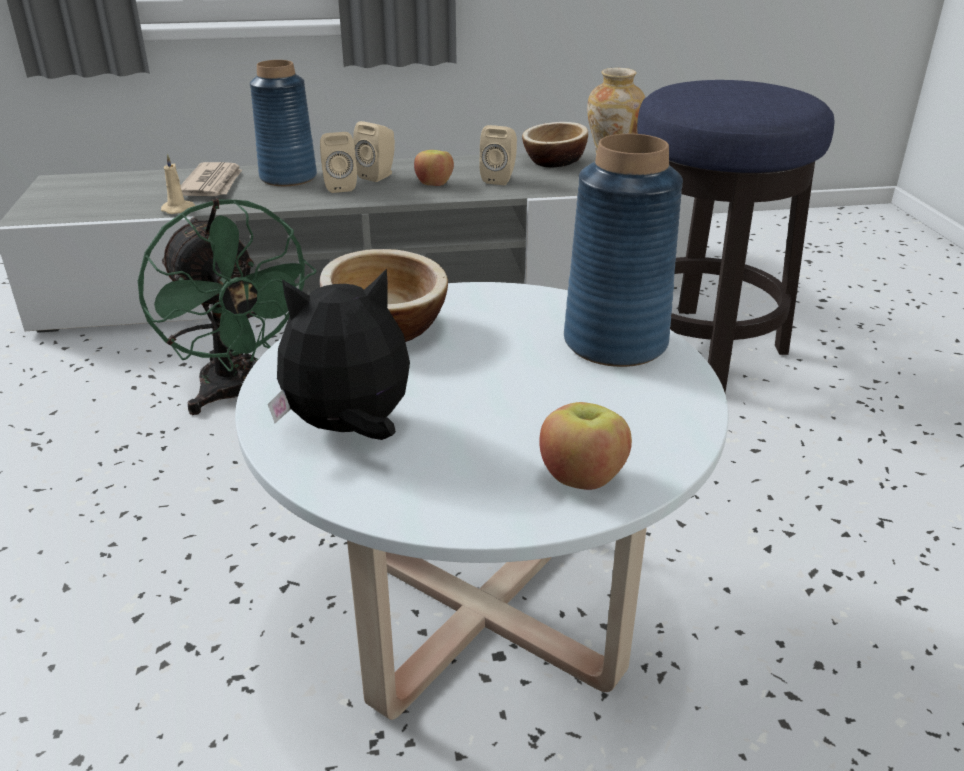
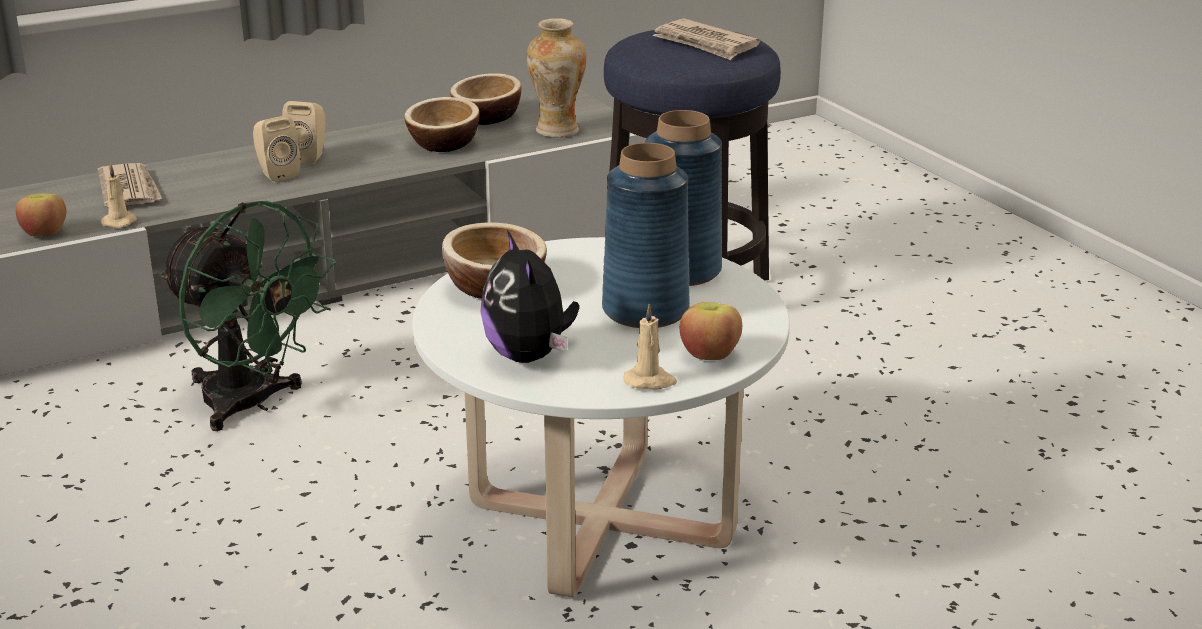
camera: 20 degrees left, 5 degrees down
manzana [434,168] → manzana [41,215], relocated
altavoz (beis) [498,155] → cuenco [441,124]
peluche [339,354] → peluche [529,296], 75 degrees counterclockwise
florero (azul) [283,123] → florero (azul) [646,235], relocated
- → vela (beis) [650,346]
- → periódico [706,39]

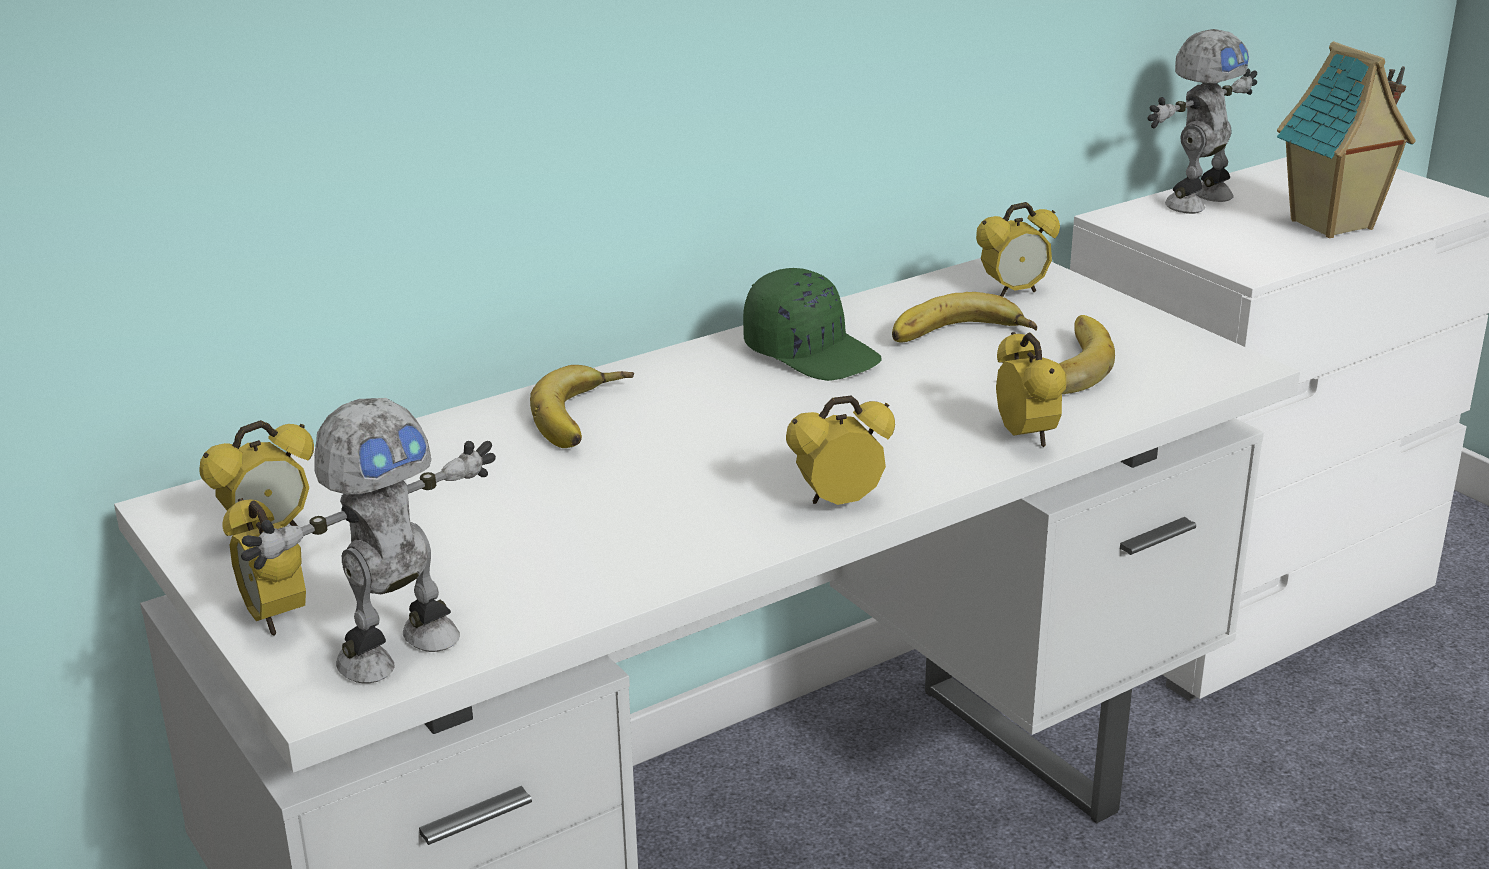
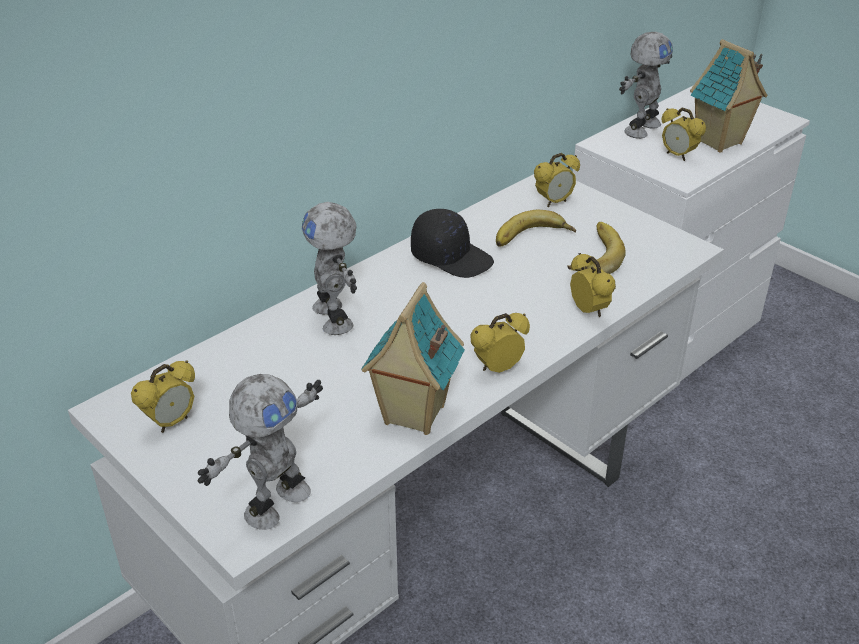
camera: 10 degrees left, 10 degrees up
plátano [582,406] → robot de juguete [329,268]
- → casita [413,358]
gorra (verde) [812,324] → gorra (negro) [452,243]
despertador [264,567] → despertador [684,134], relocated

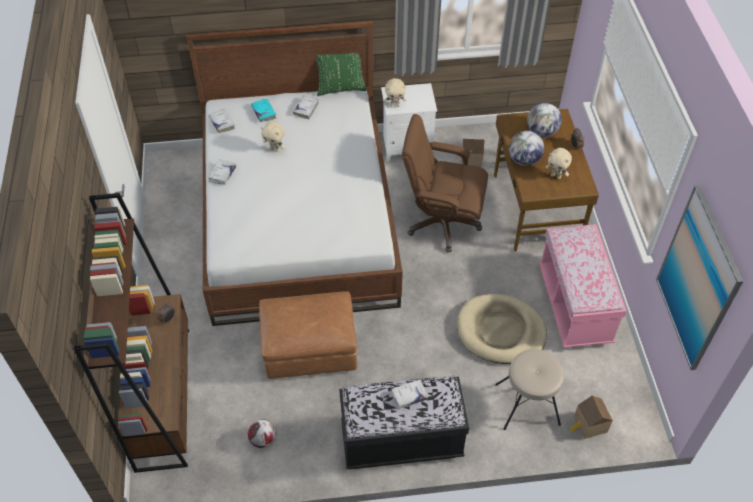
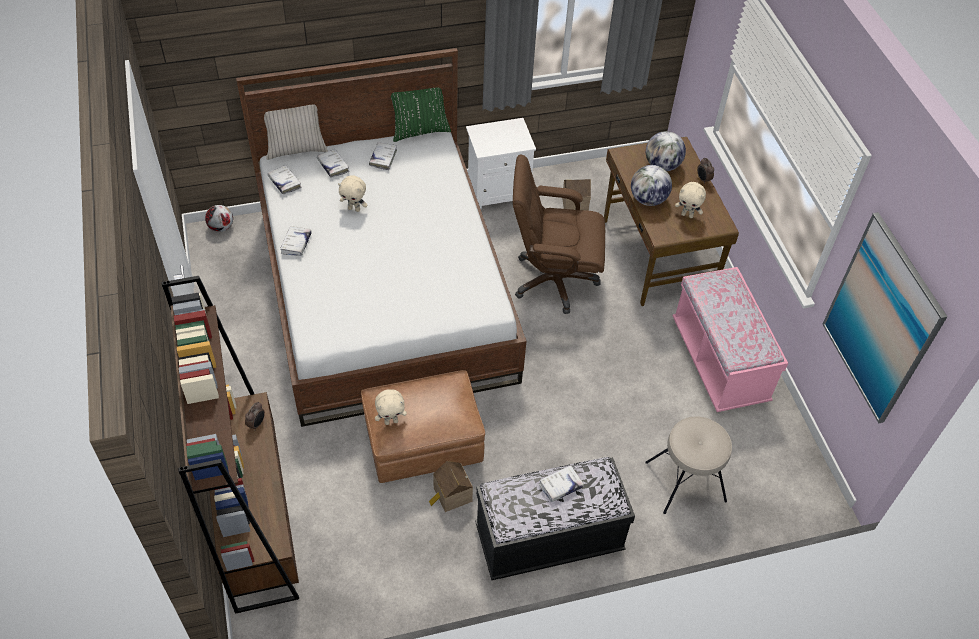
camera: 10 degrees left, 0 degrees up
balón de fútbol [262,433] → balón de fútbol [219,218], relocated
- → cojín (beis) [296,132]
libro (turquesa) [263,110] → libro (blanco) [333,163]
peluche (beis) [395,93] → peluche (beis) [391,407], relocated
casita [591,417] → casita [451,486], relocated
cama para perro (beis) [502,329] → -

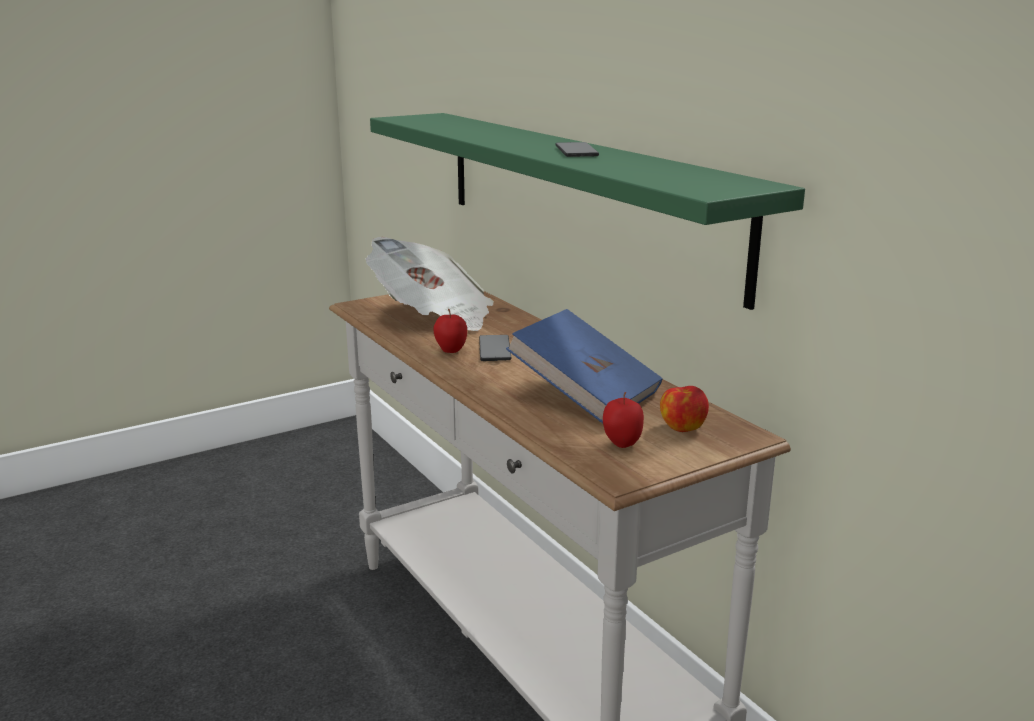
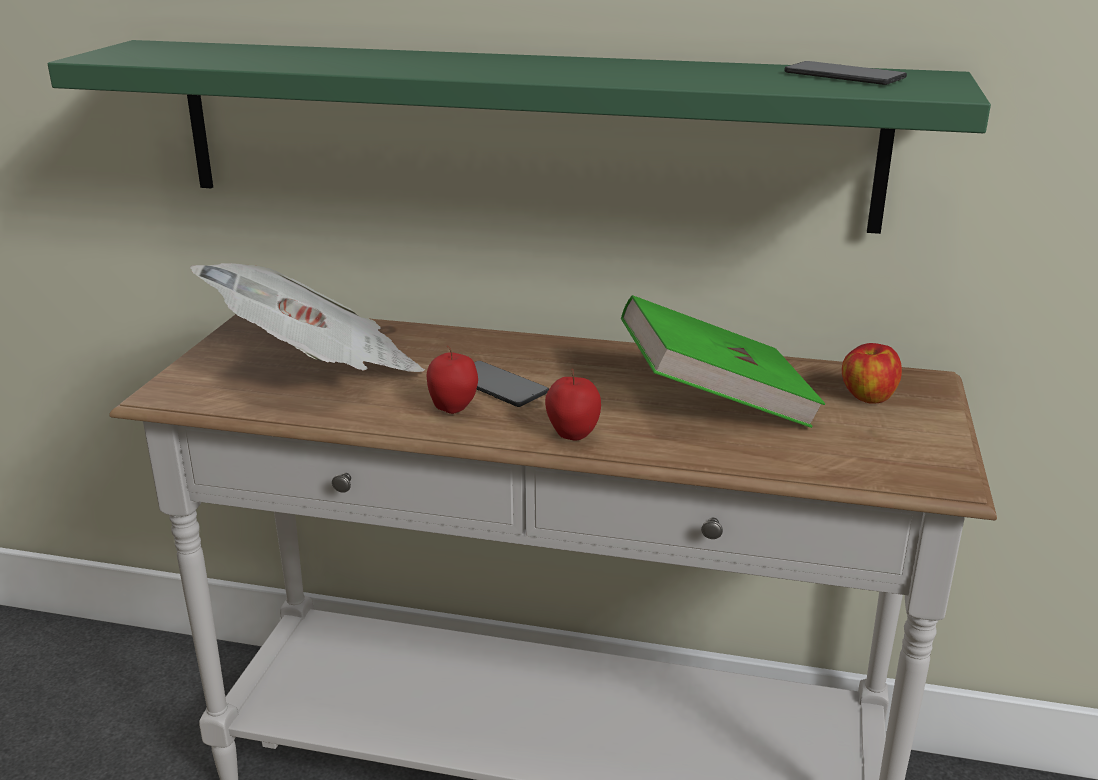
camera: 45 degrees left, 5 degrees up
manzana [623,420] → manzana [573,405], relocated
libro (azul) [584,366] → libro (verde) [723,361]
móvil [577,149] → móvil [845,73], relocated

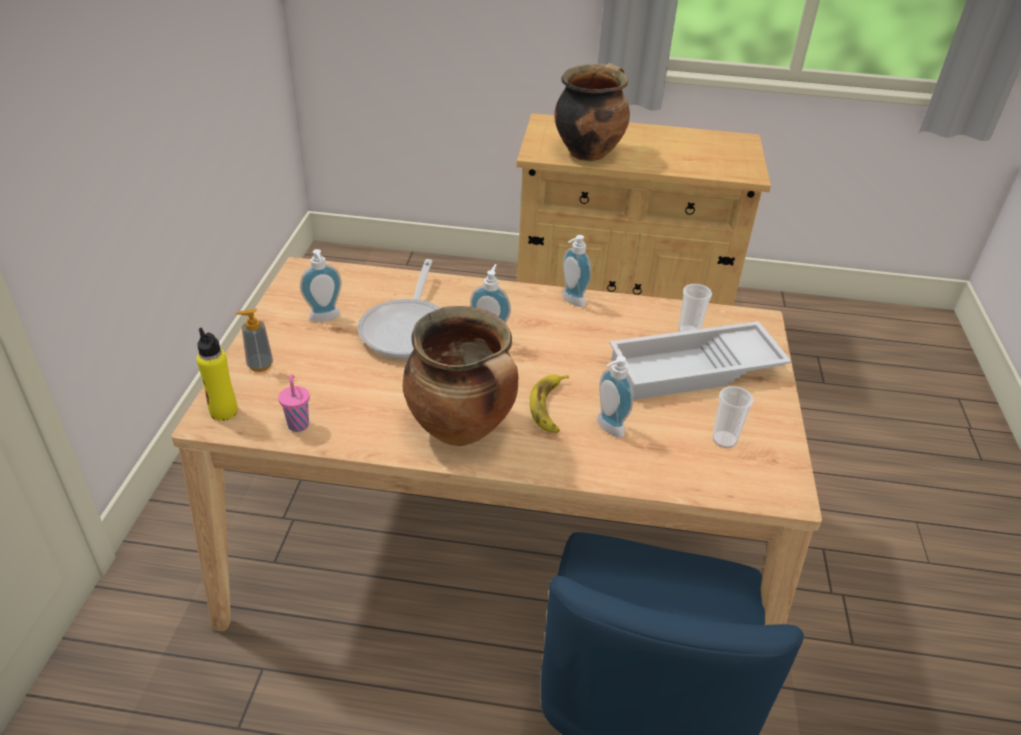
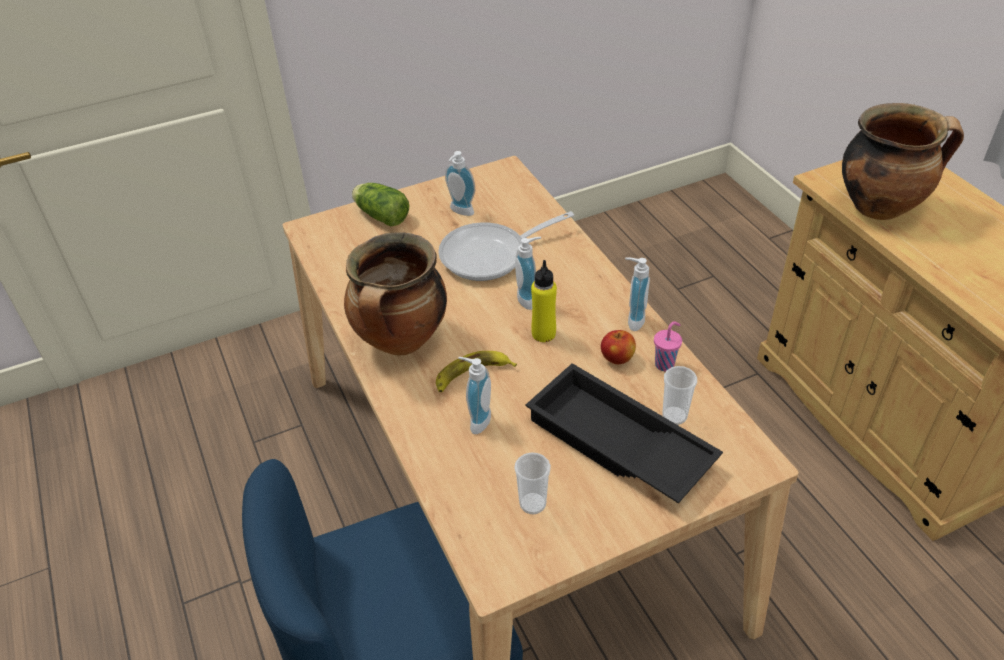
camera: 60 degrees right, 5 degrees up
dispensador de jabón [254,340] → lechuga [380,204]
bandeja (blanco) [700,360] → bandeja (negro) [624,433]
botella (amarillo) [217,374] → botella (amarillo) [544,301], relocated
- → manzana [618,347]
taza (rosa) [294,403] → taza (rosa) [668,346], relocated

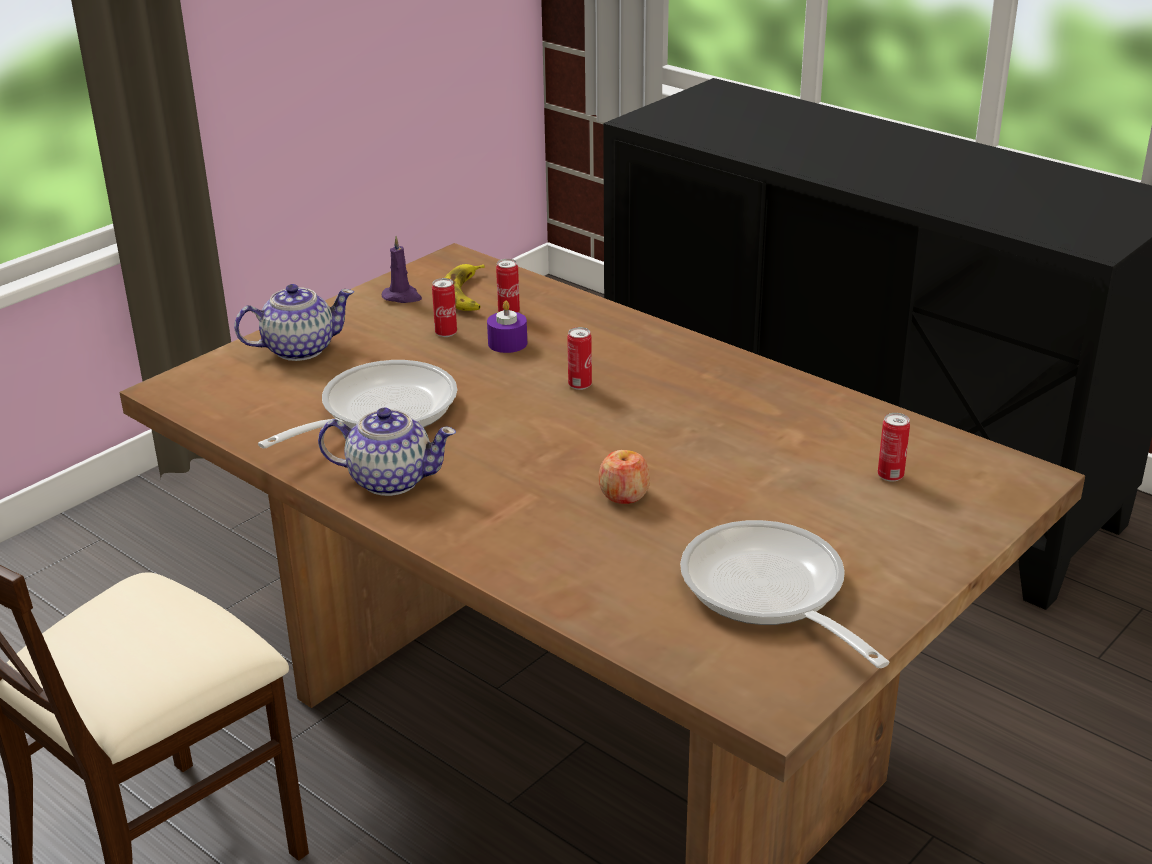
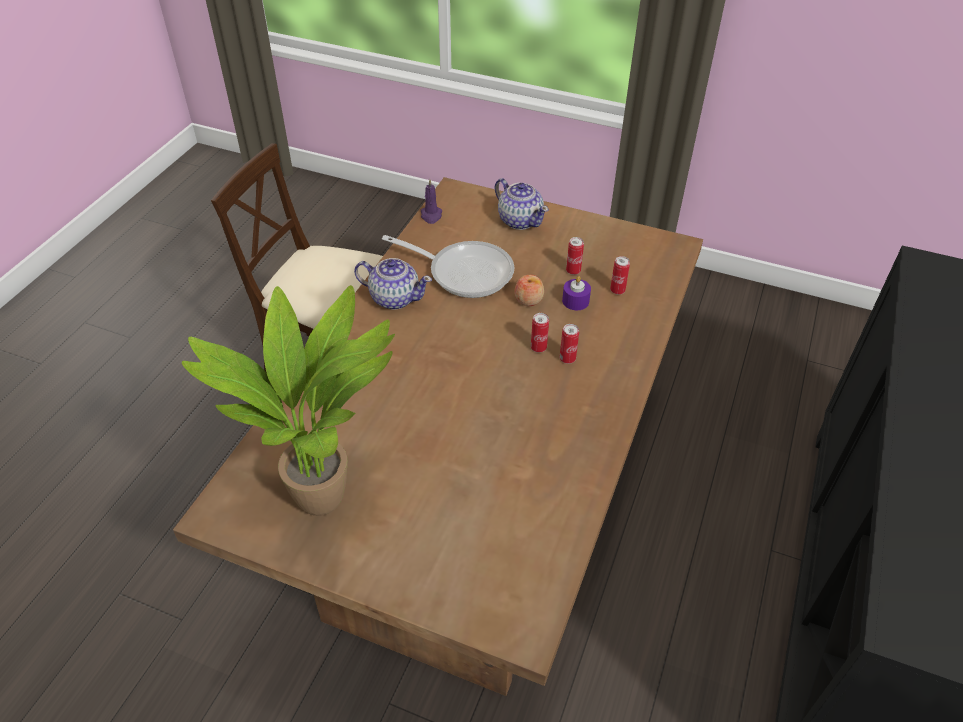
camera: 70 degrees right, 15 degrees up
sartén [784,594] → planta en maceta [288,400]
tetera [387,452] → tetera [393,284], 60 degrees counterclockwise
vela (morado) [402,269] → vela (morado) [432,201], relocated
manzana [624,477] → manzana [529,290], relocated
lata [894,447] → lata [569,344], relocated
plátano [465,287] → -

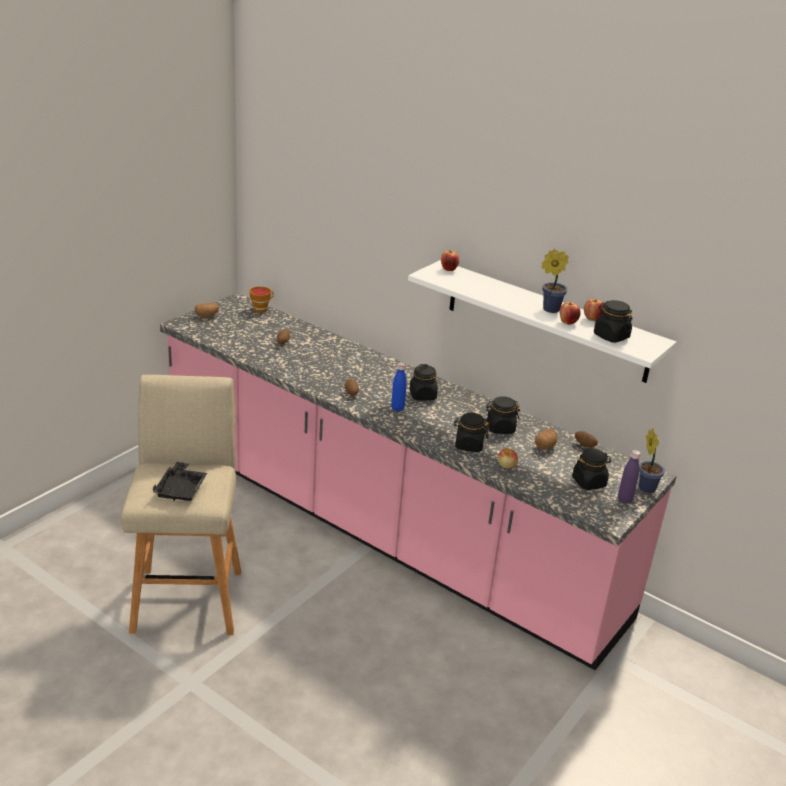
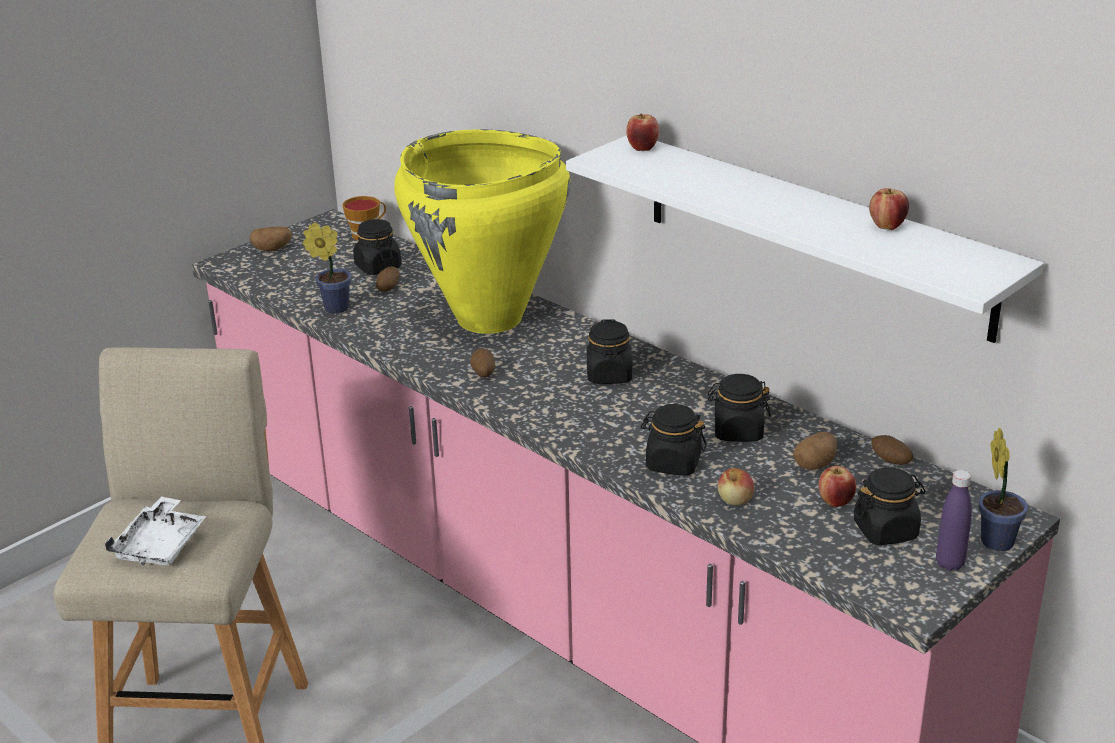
camera: 10 degrees right, 0 degrees up
bandeja (negro) [179,481] → bandeja (blanco) [156,530]
planta en maceta [555,281] → planta en maceta [327,267], relocated
tarro (negro) [613,321] → tarro (negro) [377,247], relocated
- → florero (amarillo) [482,231]
manzana [570,313] → manzana [837,486], relocated
botella (azul) [399,387] → -

